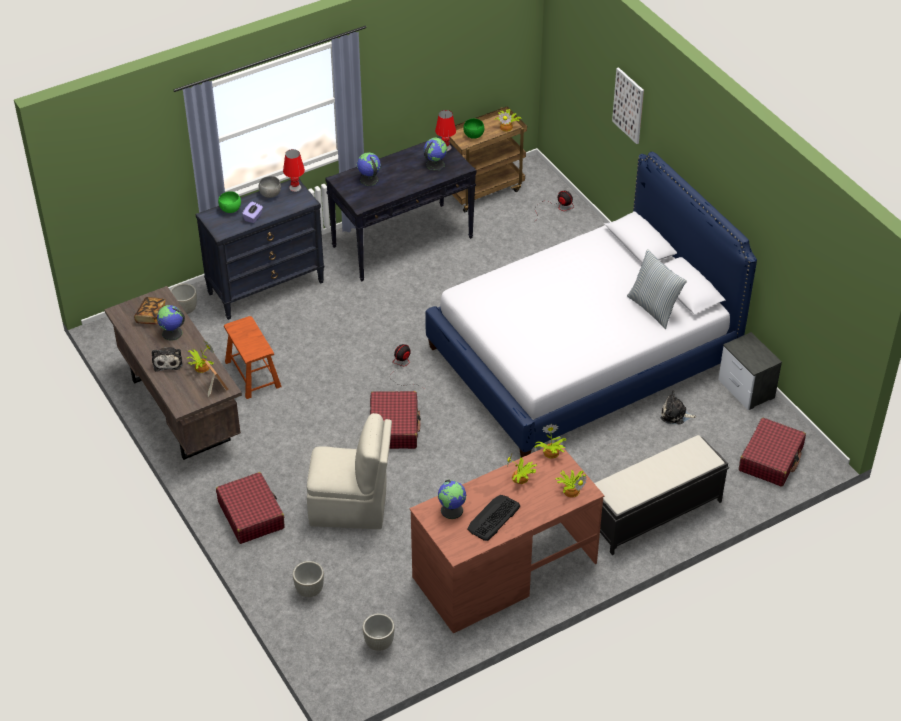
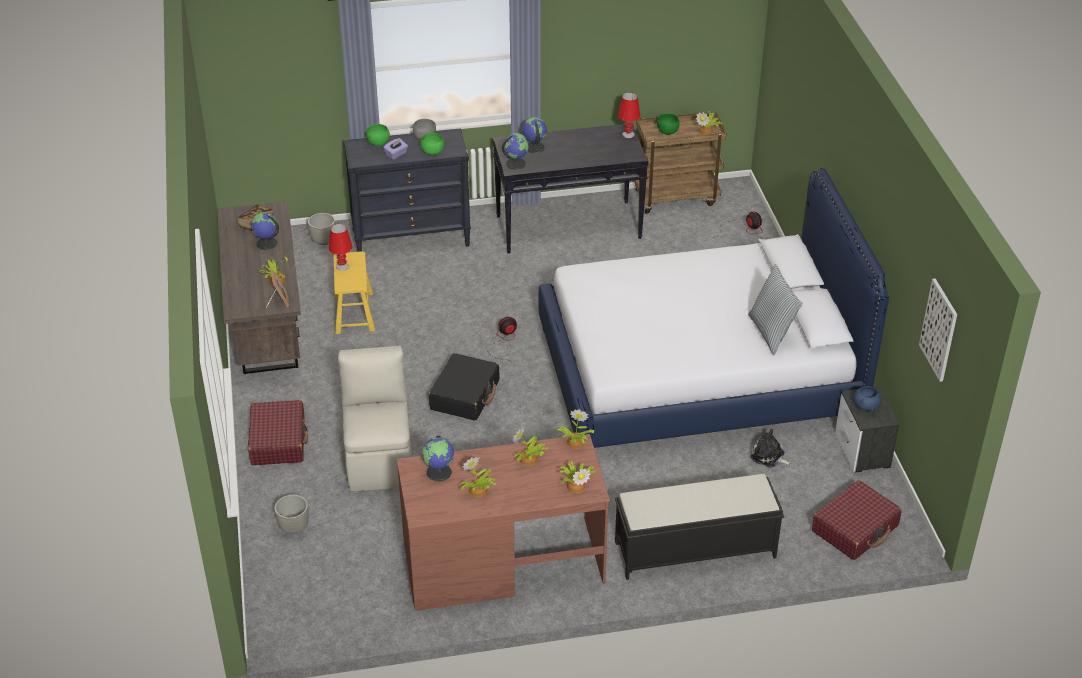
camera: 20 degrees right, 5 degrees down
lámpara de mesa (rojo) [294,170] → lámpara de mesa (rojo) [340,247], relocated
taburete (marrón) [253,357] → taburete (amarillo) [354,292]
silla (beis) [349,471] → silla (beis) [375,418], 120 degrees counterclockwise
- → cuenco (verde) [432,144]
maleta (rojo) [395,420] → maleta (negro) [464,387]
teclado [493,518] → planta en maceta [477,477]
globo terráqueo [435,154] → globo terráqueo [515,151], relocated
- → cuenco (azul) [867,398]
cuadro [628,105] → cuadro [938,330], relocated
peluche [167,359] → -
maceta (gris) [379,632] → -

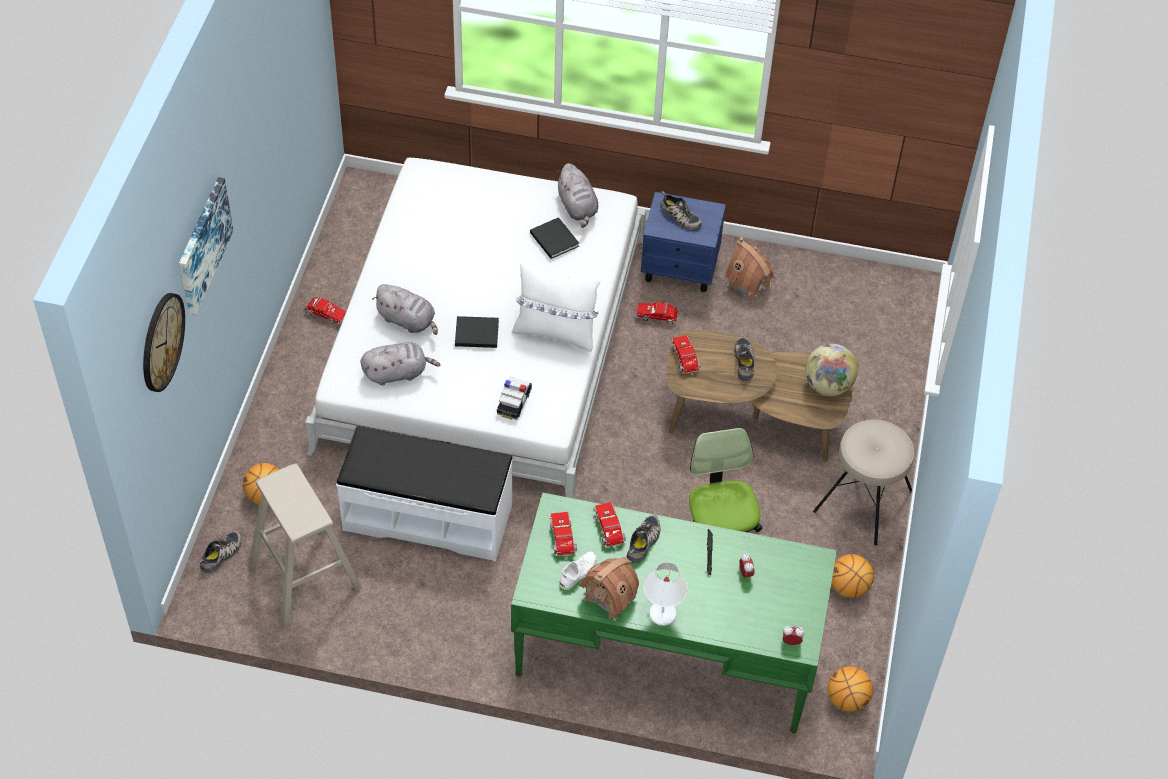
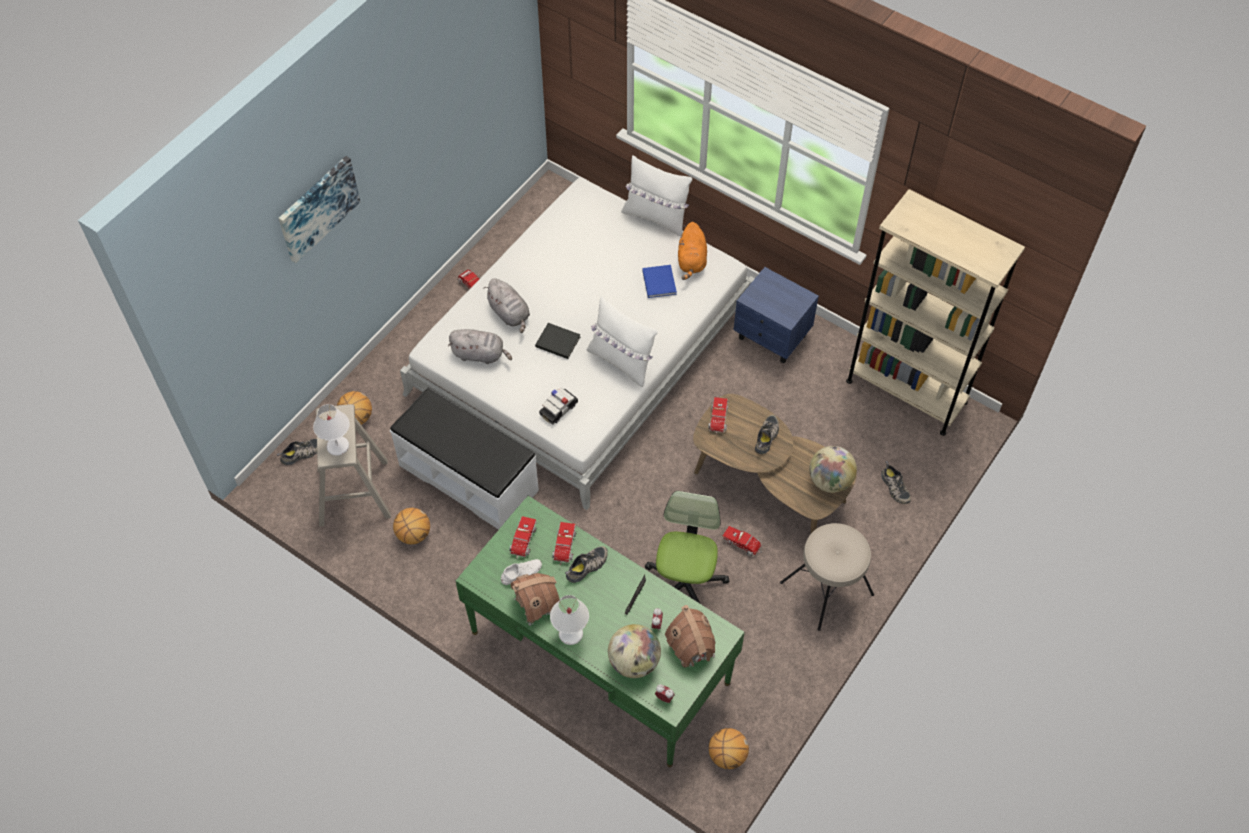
camera: 25 degrees right, 5 degrees up
- → lámpara de mesa (blanco) [331,430]
balón de baloncesto [853,576] → balón de baloncesto [411,526], relocated
- → globo terráqueo [634,651]
- → cojín (blanco) [656,195]
libro (negro) [554,238] → libro (azul) [659,281]
casita [749,268] → casita [690,637], relocated
peluche (gris) [577,195] → peluche (naranja) [692,251]
camión de juguete [659,313] → camión de juguete [742,541], relocated
- → estantería (beis) [935,312]
zapato [681,210] → zapato [896,482], relocated
reloj de pared [164,342] → -

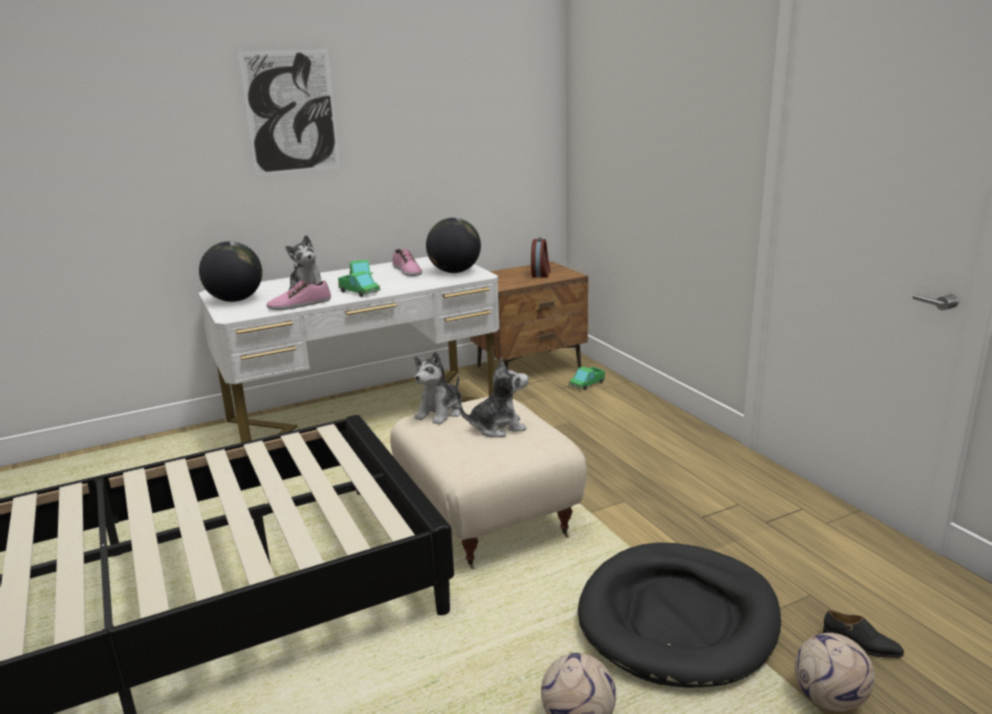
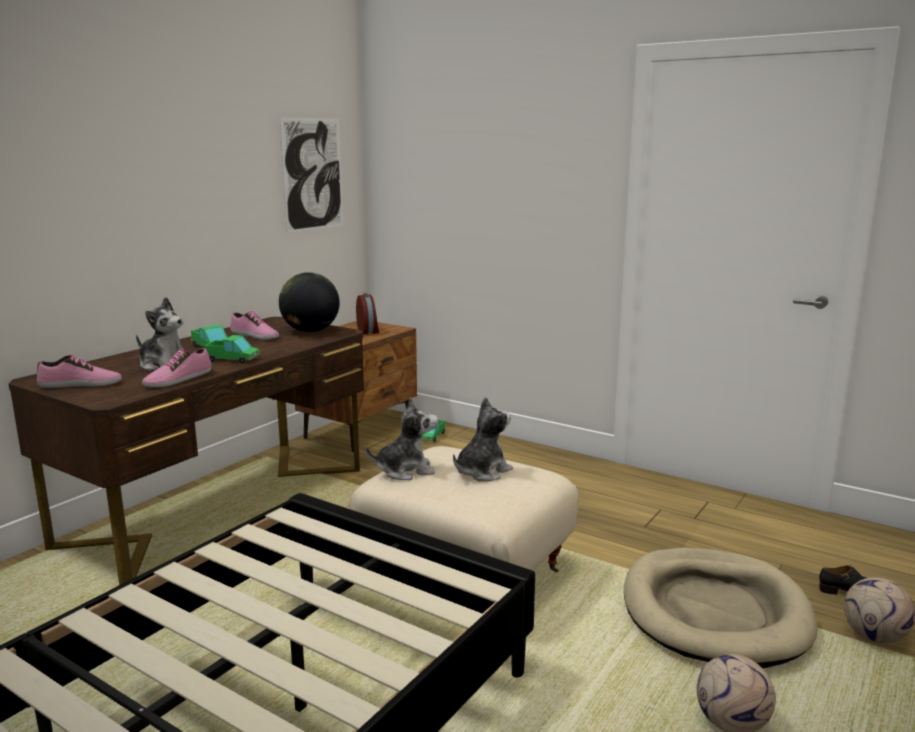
camera: 30 degrees left, 5 degrees down
escritorio (blanco) [348,350] → escritorio (marrón) [186,451]
globo terráqueo [230,271] → zapato [79,371]
cuadro [289,112] → cuadro [311,175], relocated
peluche [438,388] → peluche [401,439], 105 degrees counterclockwise
cama para perro (negro) [679,615] → cama para perro (beis) [721,608]

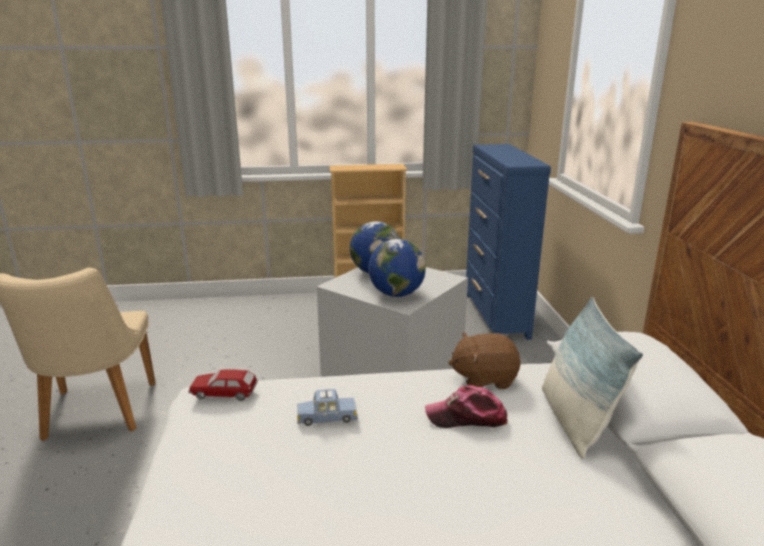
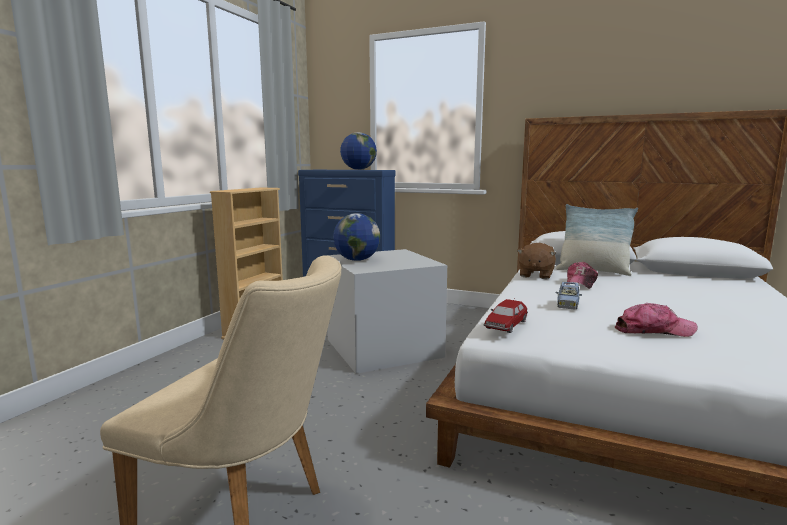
camera: 60 degrees left, 10 degrees down
globo terráqueo [397,268] → globo terráqueo [358,151], relocated
- → gorra [656,320]

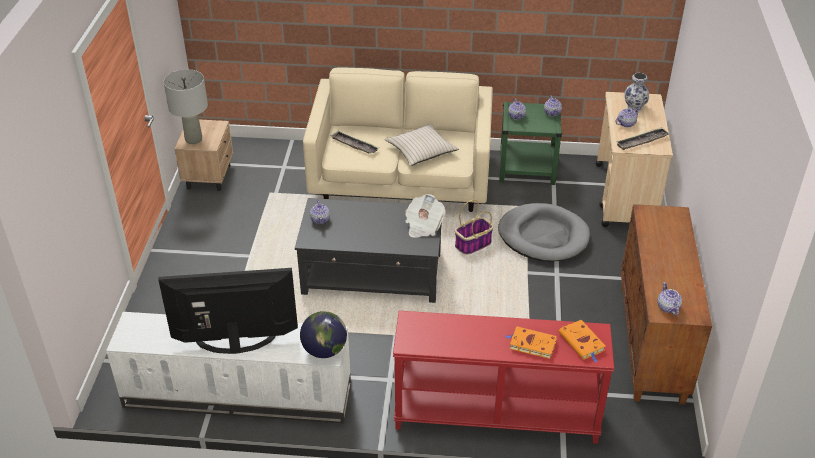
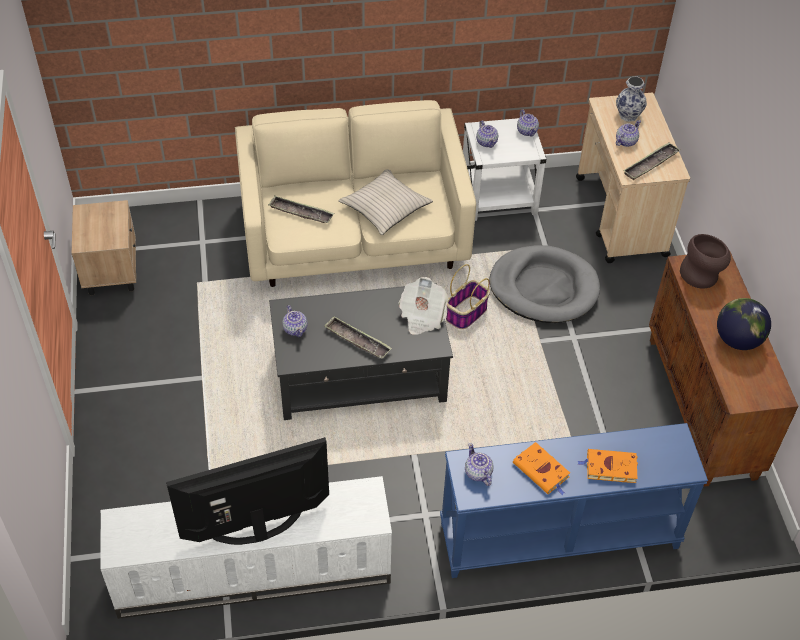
camera: 15 degrees left, 10 degrees up
- → bandeja [358,337]
mesa consola (rojo) [503,377] → mesa consola (azul) [574,500]
mesa auxiliar (verde) [530,143] → mesa auxiliar (blanco) [505,169]
tetera [669,299] → tetera [479,464], relocated
libro (naranja) [582,341] → libro (naranja) [541,468], relocated
- → florero (marrón) [705,261]
globo terráqueo [323,334] → globo terráqueo [744,324], relocated
lámpara de mesa (gris) [185,106] → -

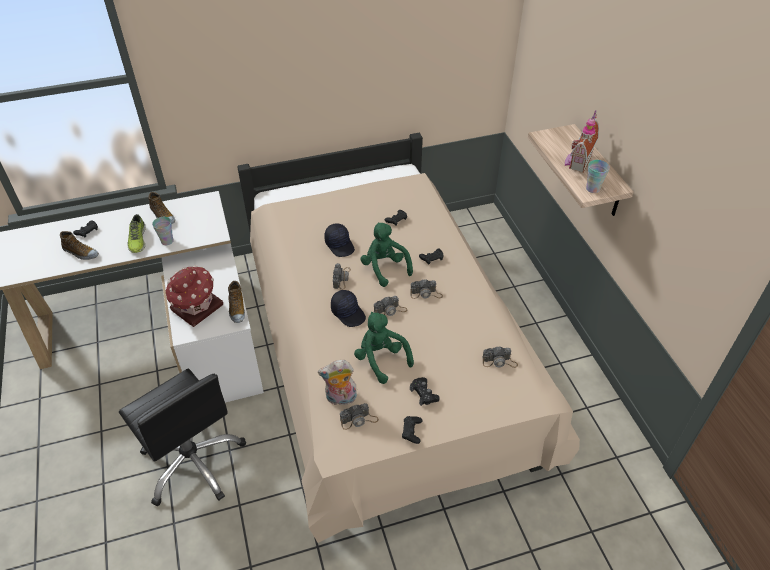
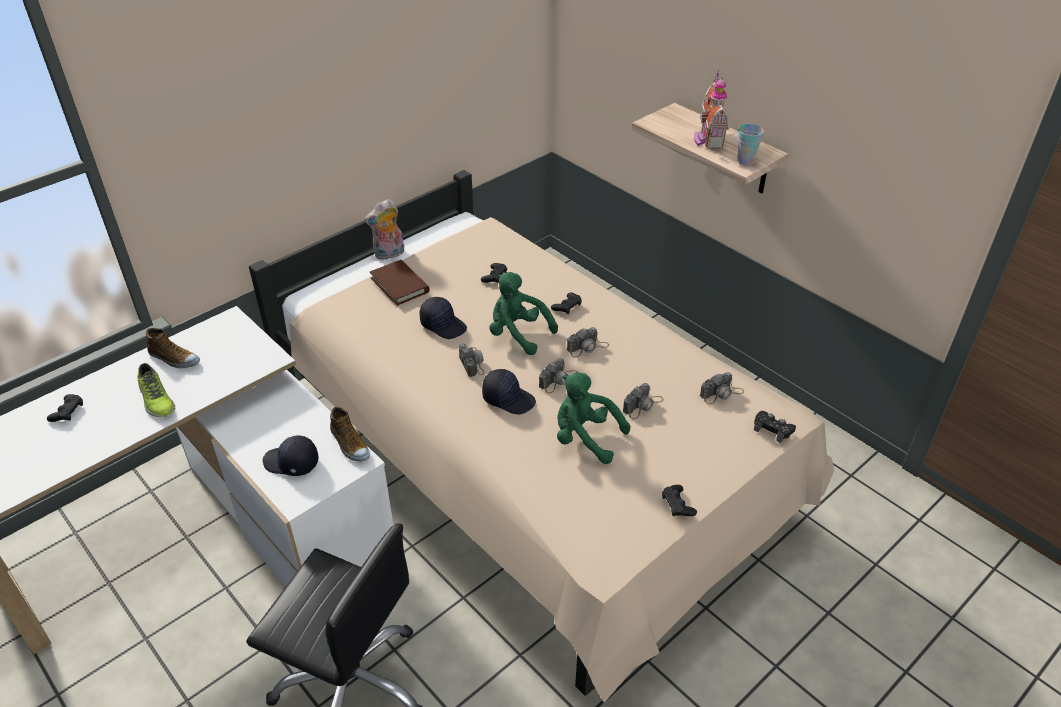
camera: 25 degrees left, 5 degrees down
casita [194,296] → gorra (negro) [290,455]
peluche [337,382] → peluche [384,229], relocated
- → libro (marrón) [400,283]
cámara [359,416] → cámara [643,401], relocated
mando de consola (negro) [425,391] → mando de consola (negro) [775,427], relocated
zapato [79,245] → -
taza [163,231] → -

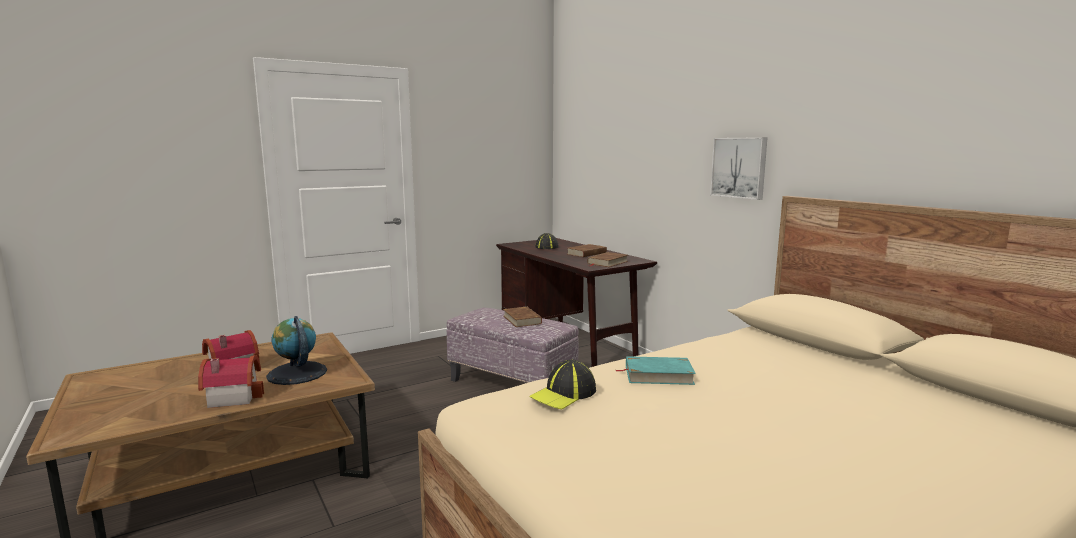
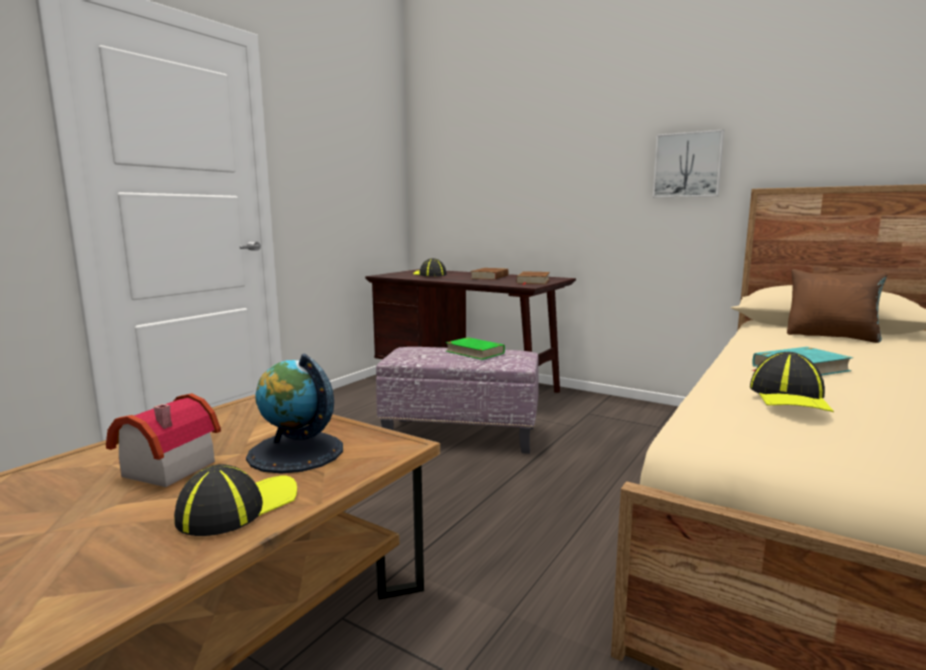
camera: 25 degrees left, 0 degrees up
casita [231,381] → gorra [235,500]
libro (marrón) [522,317] → libro (verde) [475,348]
- → cojín (marrón) [837,306]

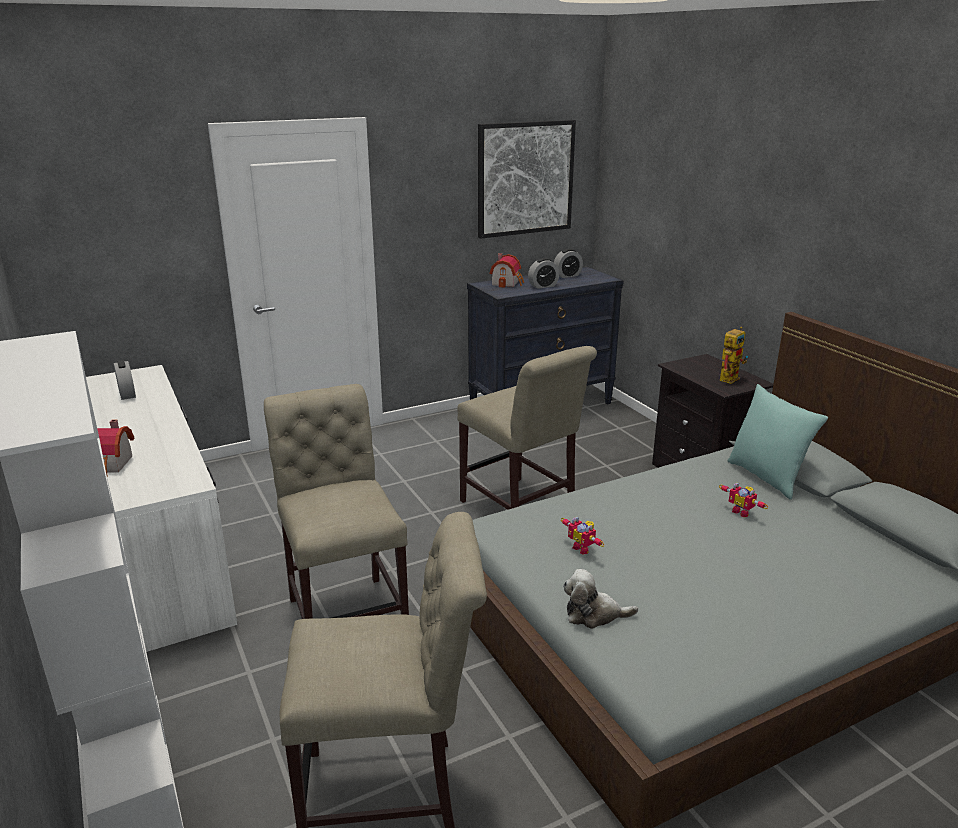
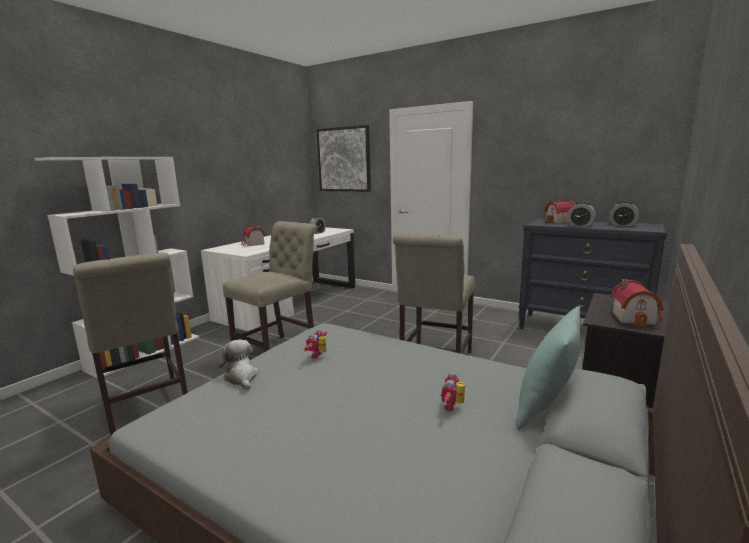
camera: 60 degrees right, 10 degrees down
cuadro [527,179] → cuadro [343,158], relocated
robot de juguete [734,355] → casita [637,303]

